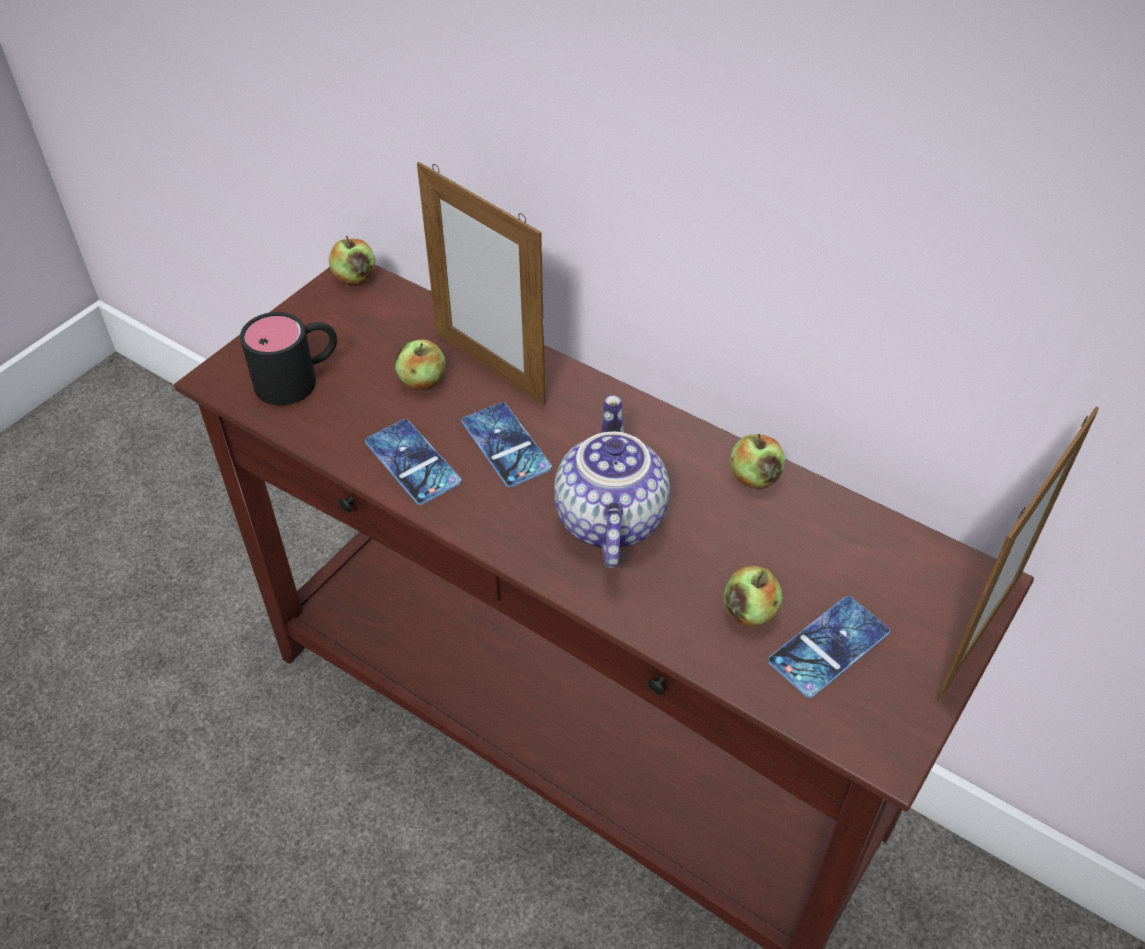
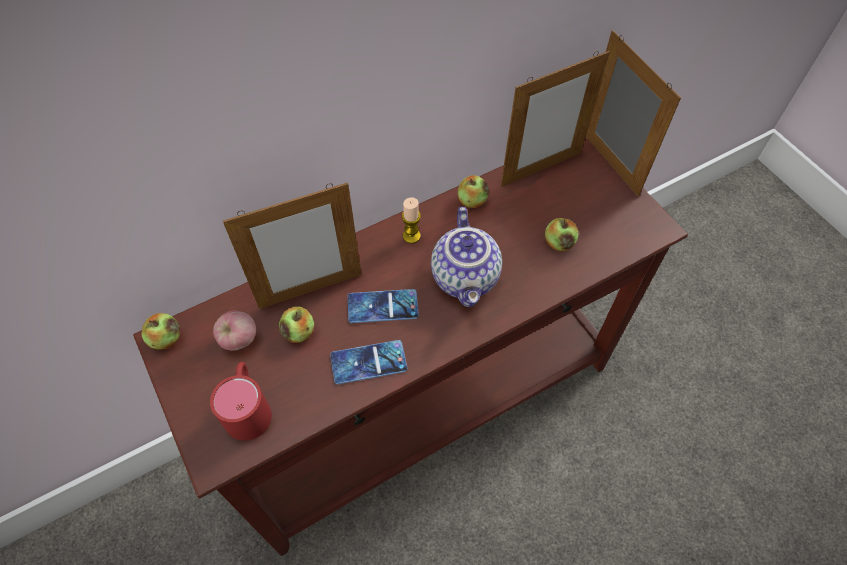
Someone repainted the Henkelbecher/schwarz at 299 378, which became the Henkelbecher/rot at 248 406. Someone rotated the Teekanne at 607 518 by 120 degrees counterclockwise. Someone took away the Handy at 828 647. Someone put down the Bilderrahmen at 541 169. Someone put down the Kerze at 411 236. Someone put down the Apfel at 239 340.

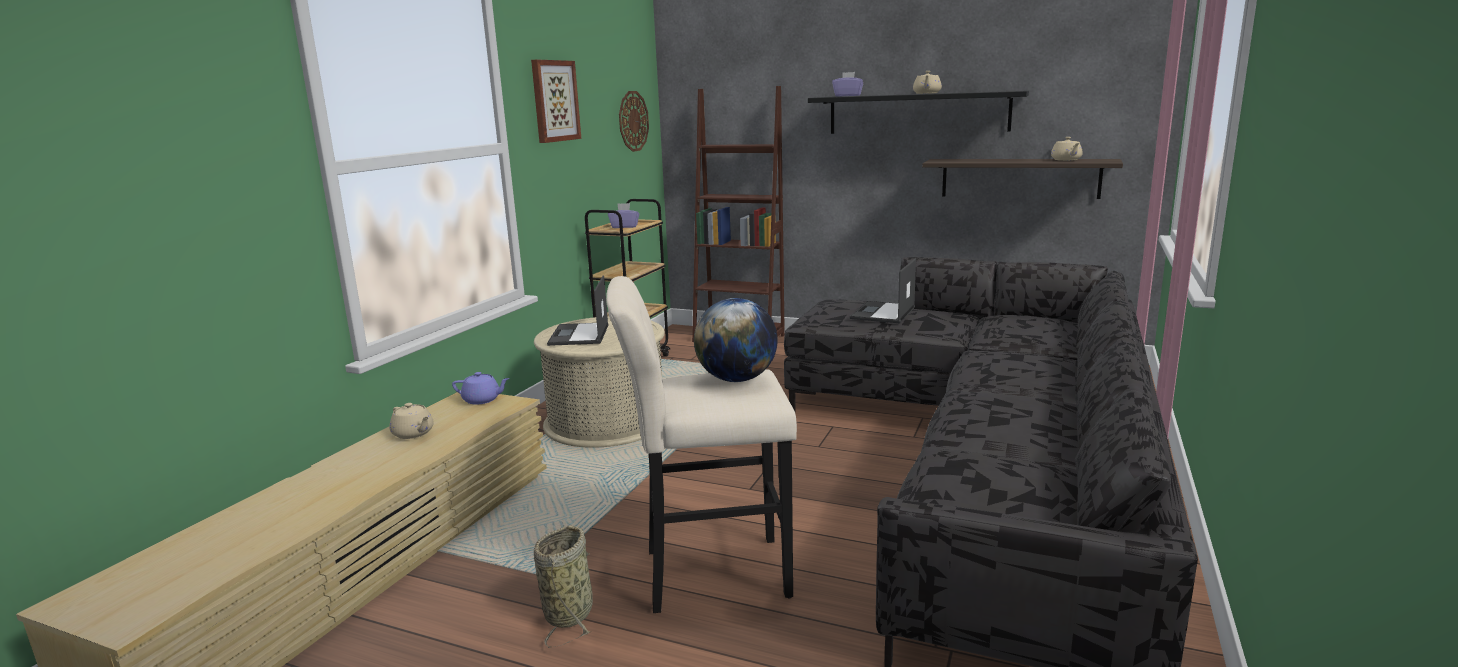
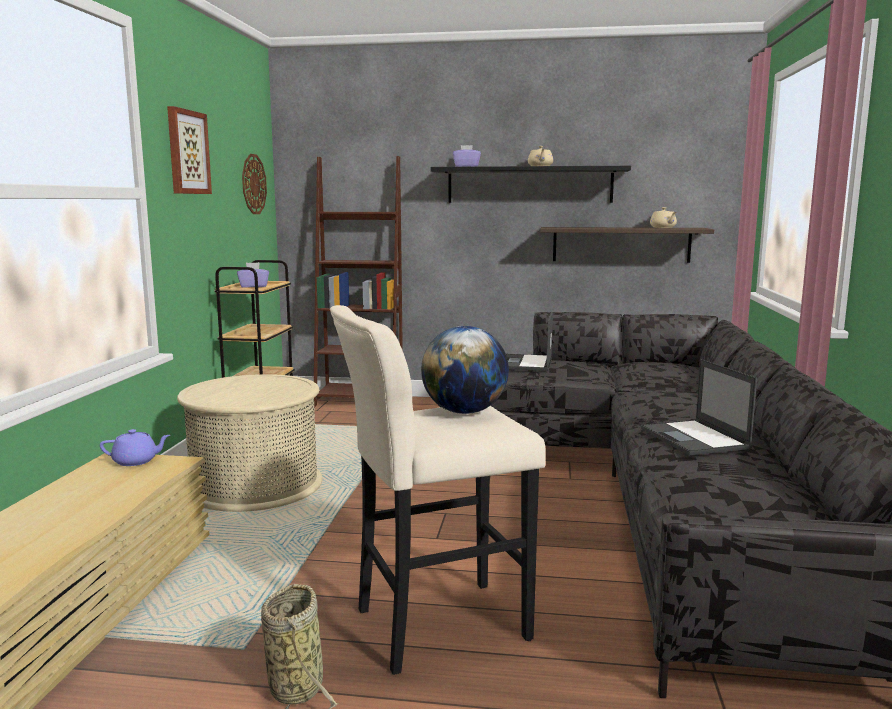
Someone carried the Laptop from 579 335 to 695 438. Someone took away the Teekanne/beige at 413 434.

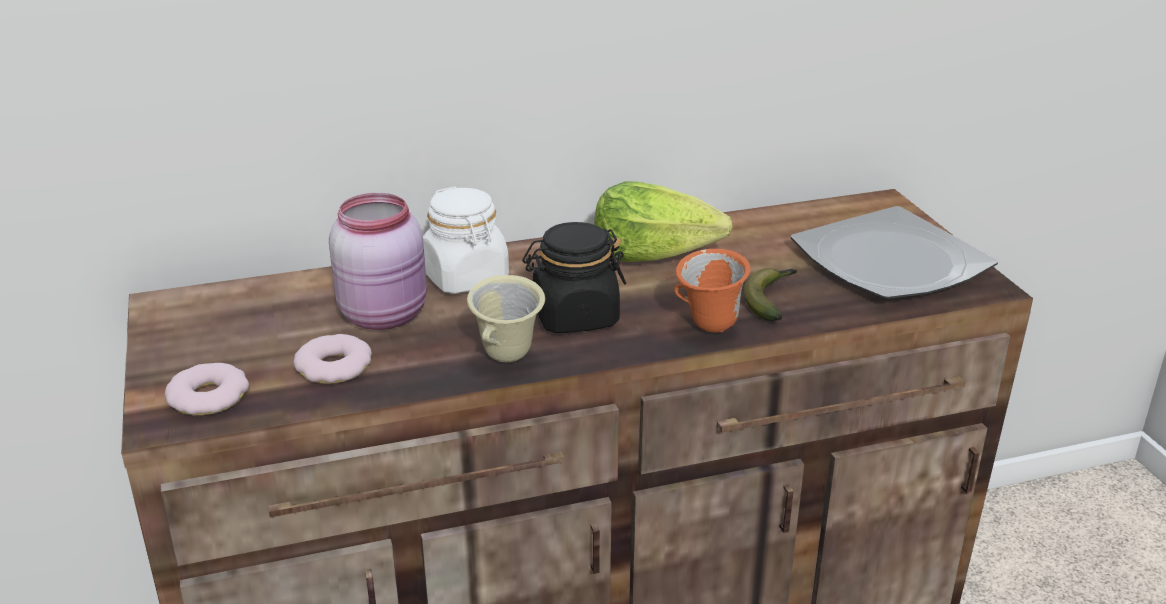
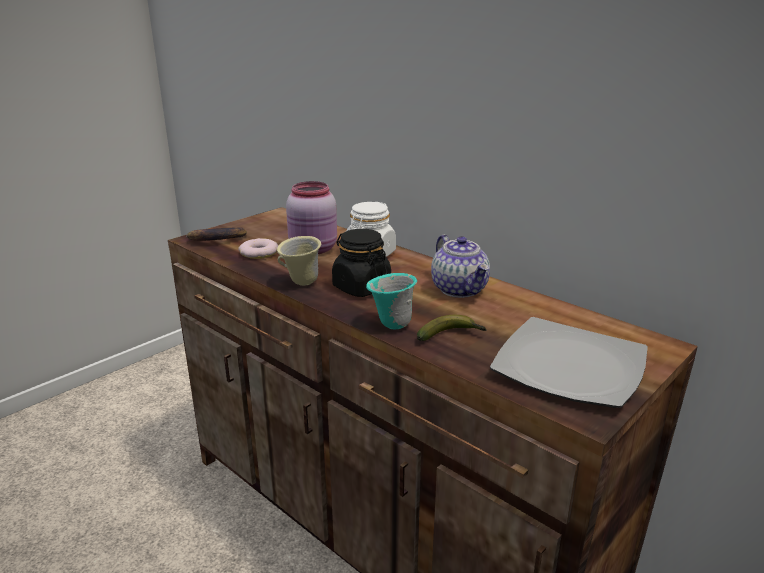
Someone swapped the Salatkopf at 654 254 for the Teekanne at 460 289. Someone repainted the Henkelbecher/orange at 709 328, which became the Henkelbecher/türkis at 391 325. Someone swapped the Donut at 208 397 for the Banane at 216 240.

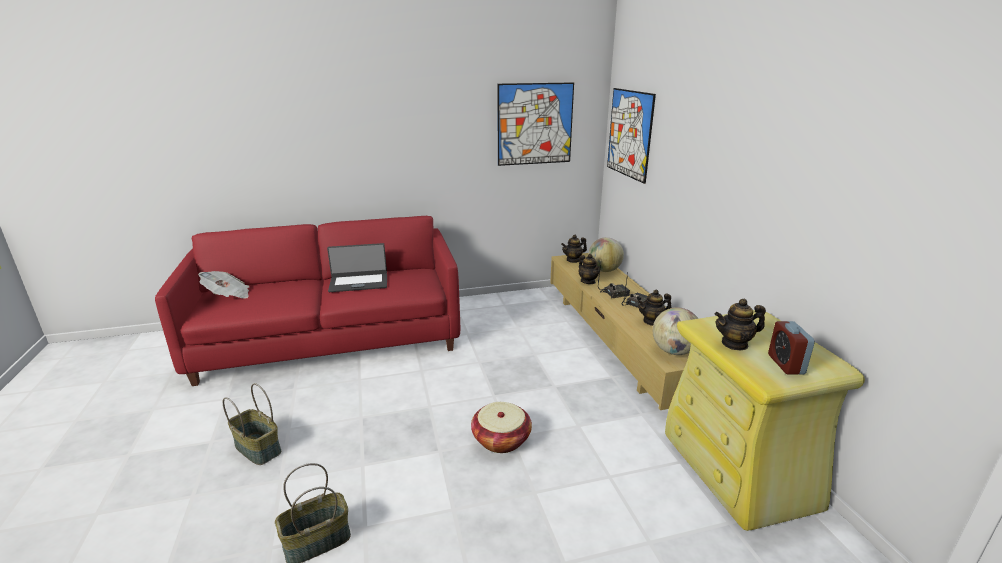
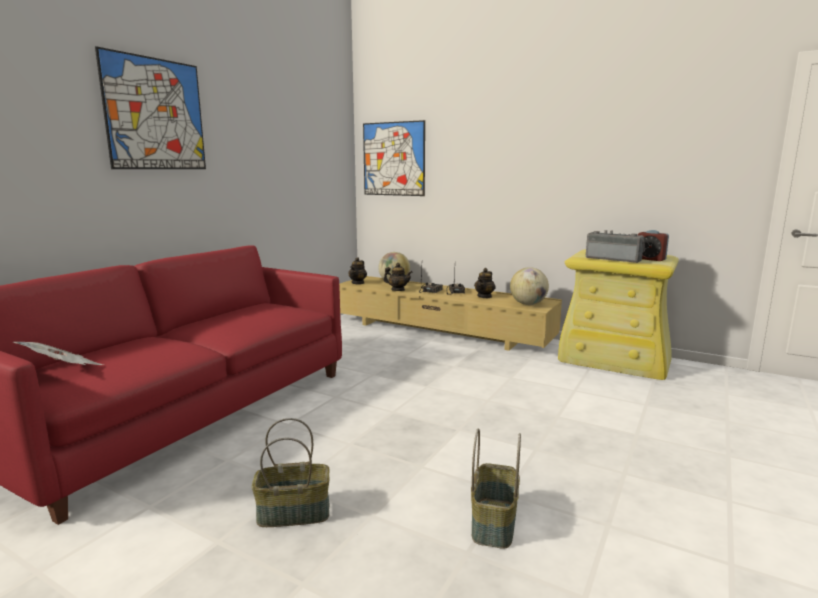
Someone carried the Bild from 535 124 to 155 114. Someone took away the Laptop at 359 283. Someone swapped the Teekanne at 735 344 for the Radio at 614 259. Someone took away the Korb at 501 439.

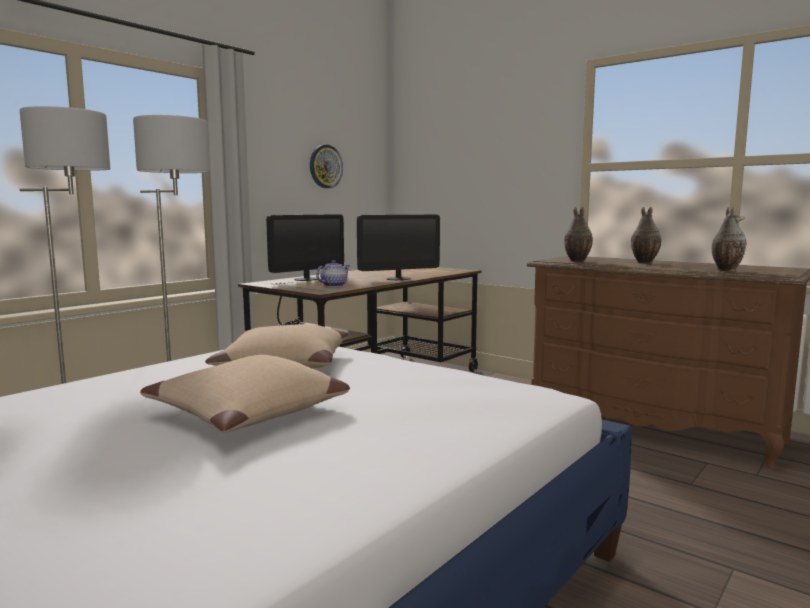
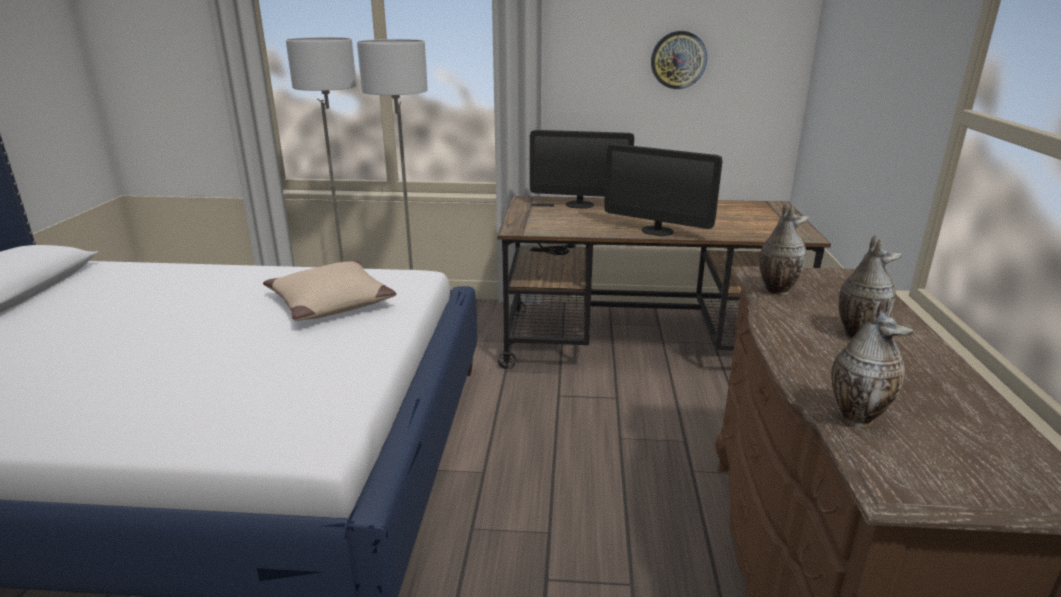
Someone took away the Teekanne at 334 285. Someone took away the Kissen/beige at 250 412.

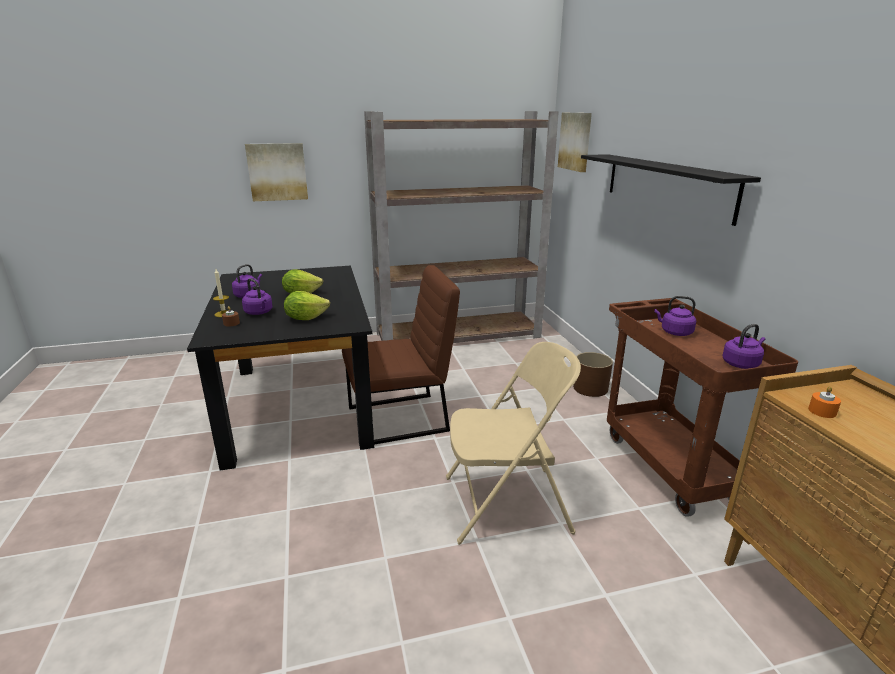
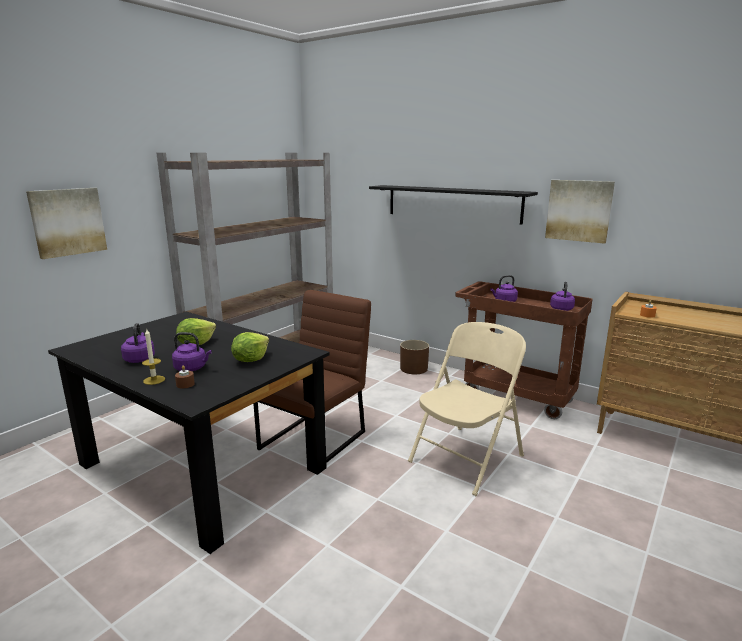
Someone carried the Bild from 575 141 to 579 210.

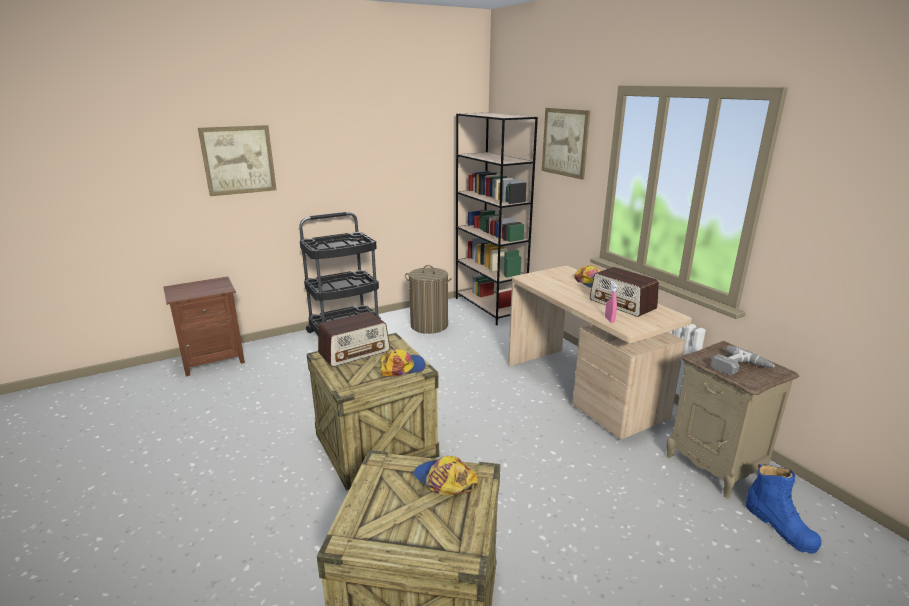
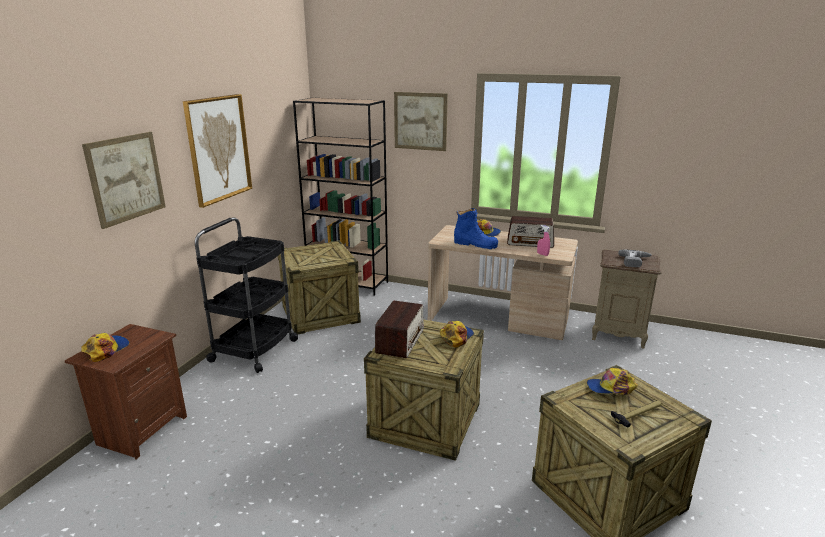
Someone swapped the Wäschekorb at 429 325 for the Kiste at 320 314. Someone carried the Stiefel/blau from 780 526 to 475 244. Someone put up the Bild at 218 149. Someone put down the Kappe at 106 350. Someone put down the Hammer at 637 414.

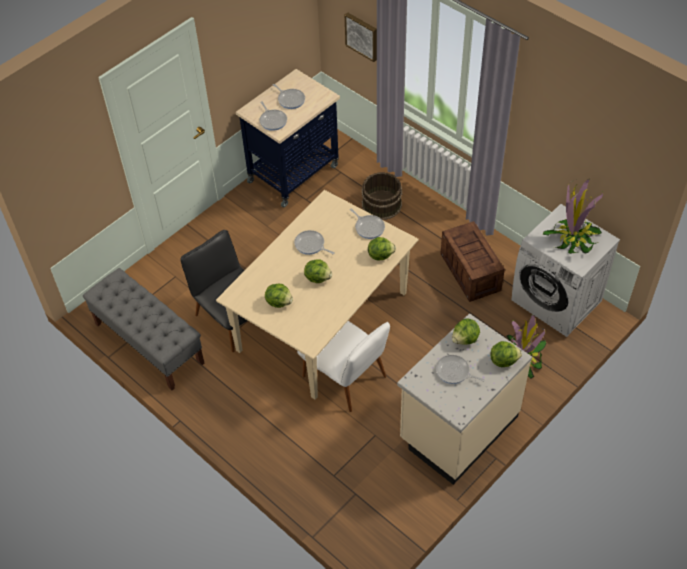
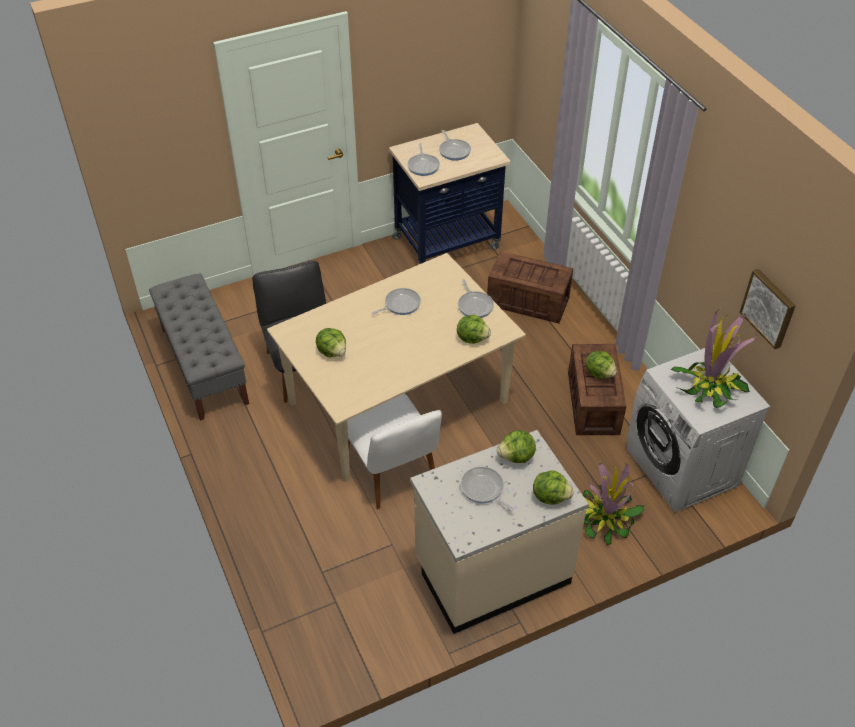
Someone carried the Bild from 362 36 to 769 308. Someone swapped the Eimer/braun at 381 204 for the Kiste at 526 301. Someone rotated the Pfanne at 311 245 by 90 degrees clockwise. Someone carried the Salatkopf from 318 277 to 599 373.

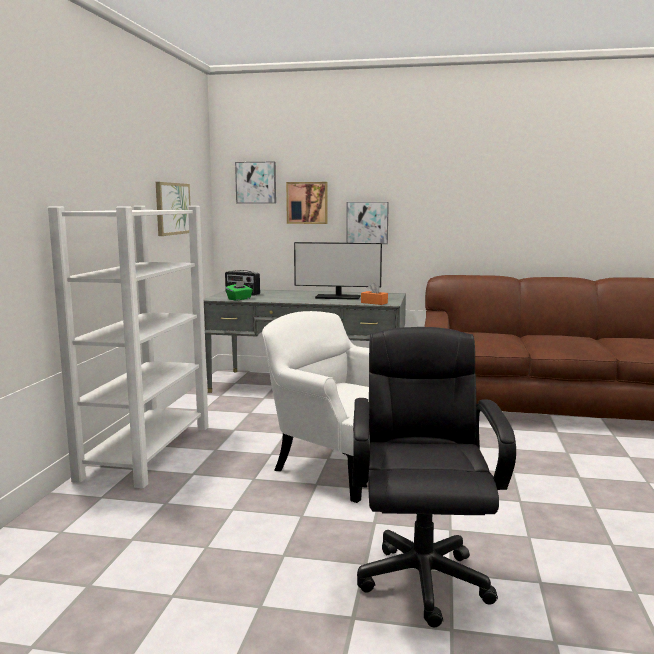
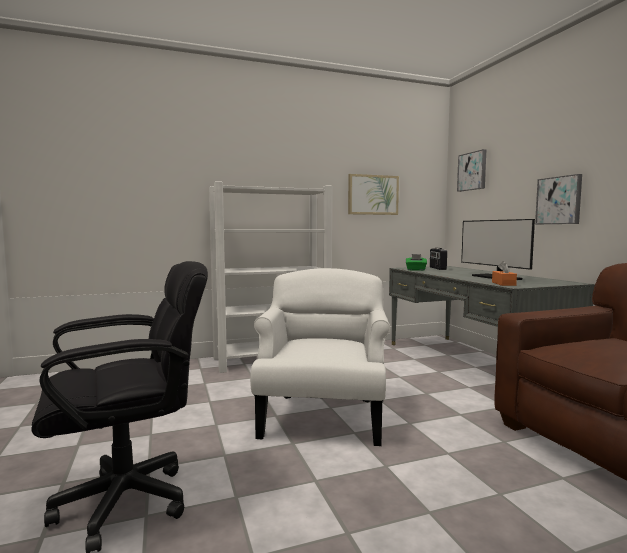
Someone took away the Bild at 307 203.

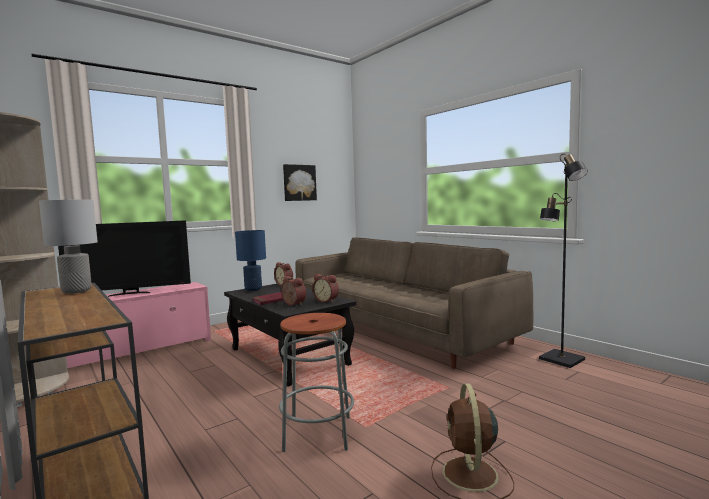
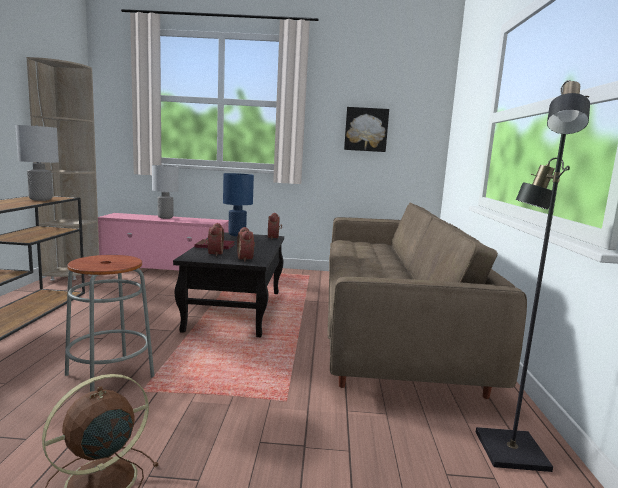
Someone swapped the Fernseher at 130 293 for the Tischlampe/grau at 165 218.

